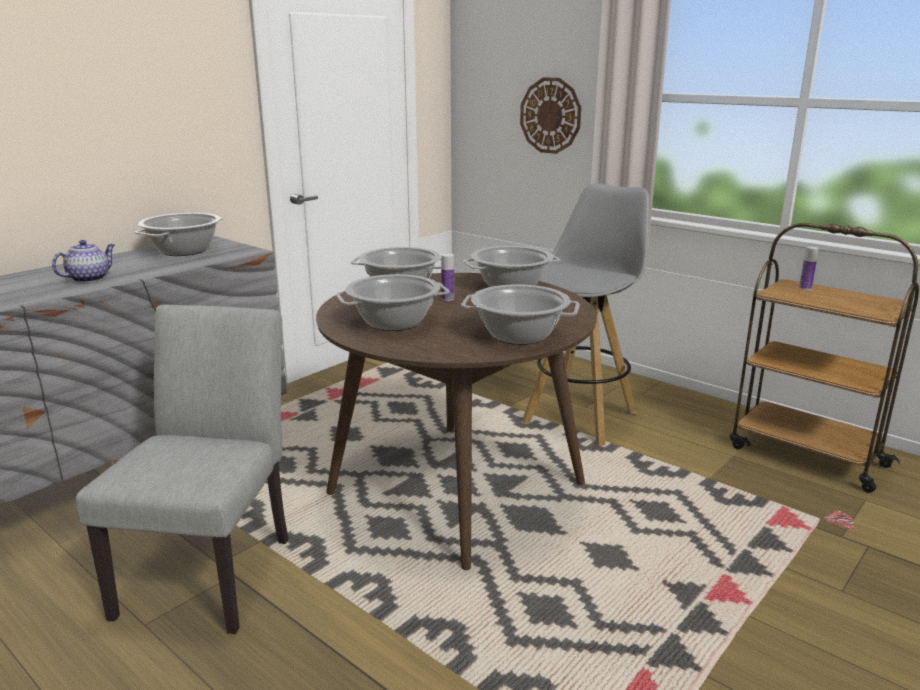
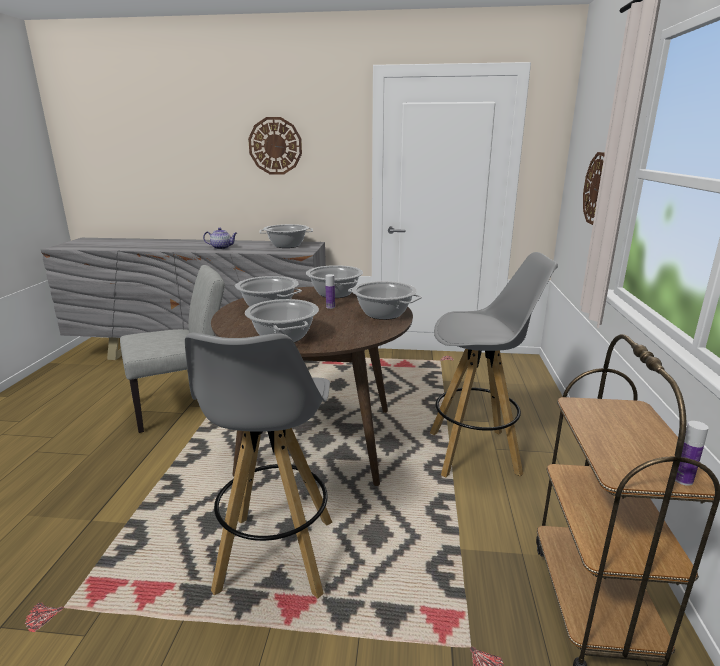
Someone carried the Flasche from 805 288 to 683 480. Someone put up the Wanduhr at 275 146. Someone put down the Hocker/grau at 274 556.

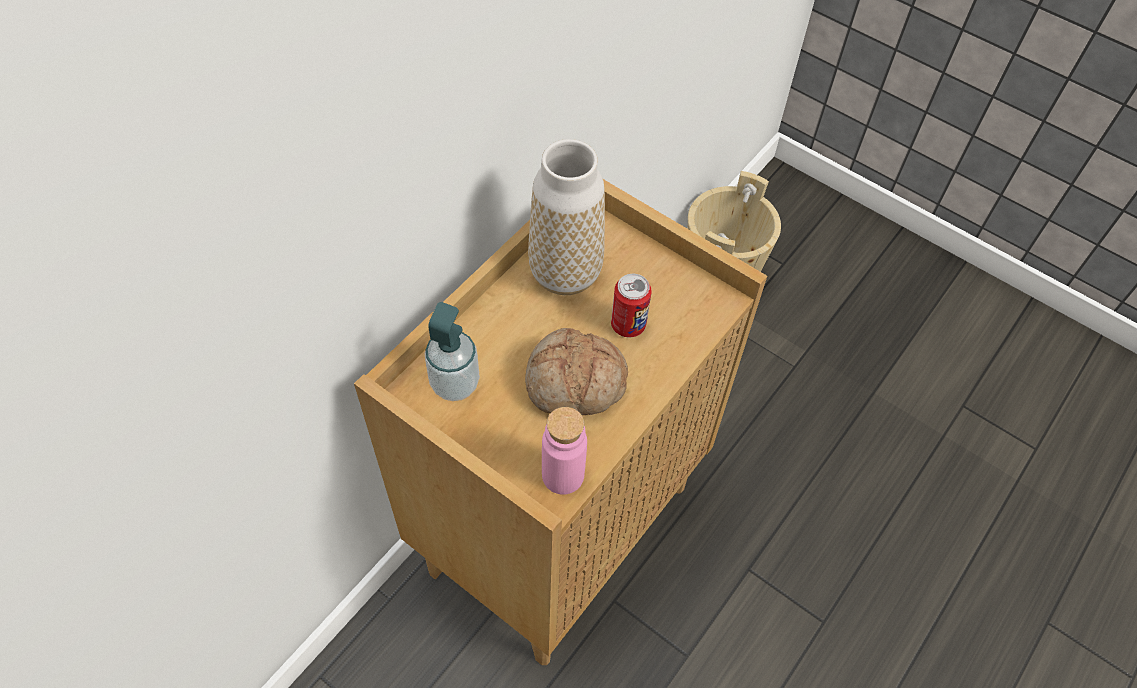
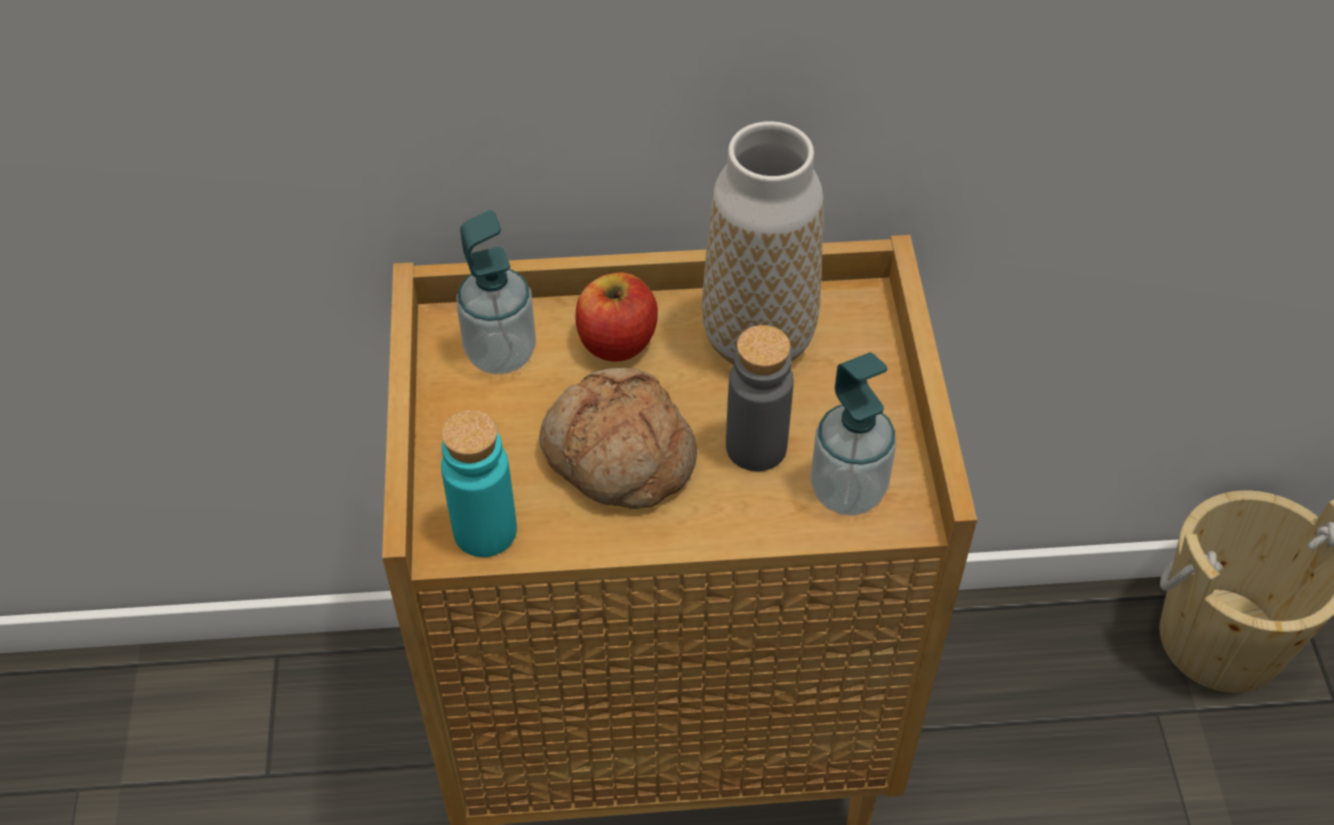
Someone swapped the Dose at 628 325 for the Flasche/grau at 756 447. Someone repainted the Flasche/rosa at 563 475, which became the Flasche/türkis at 485 531. Someone put down the Apfel at 616 341. Someone put down the Seifenspender at 847 491.

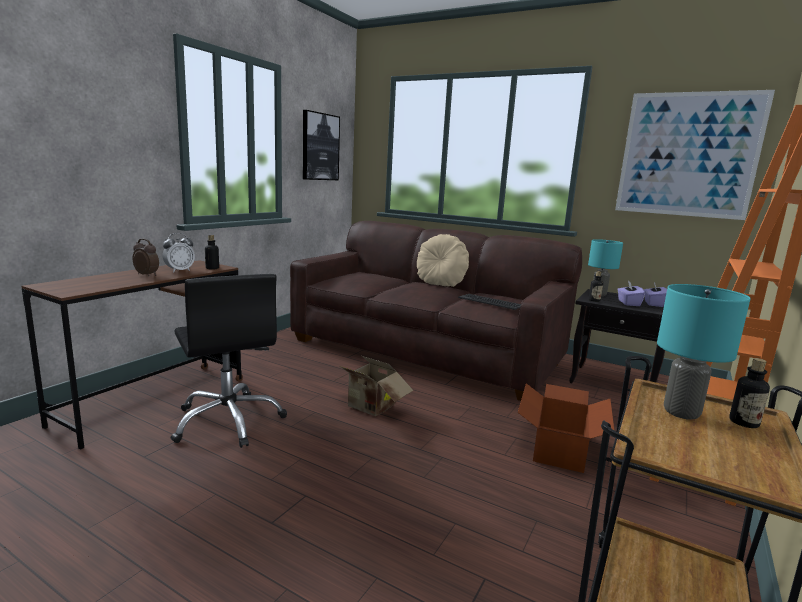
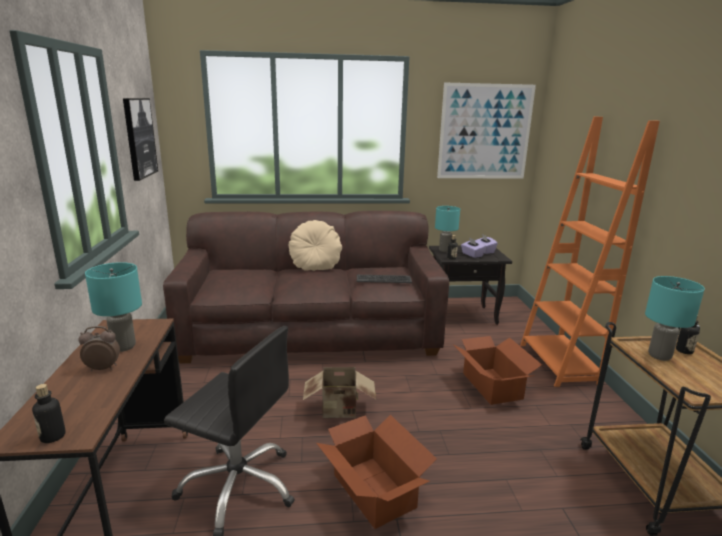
Someone swapped the Wecker at 179 271 for the Tischlampe/türkis at 123 346. Someone carried the Flasche from 212 268 to 53 436. Someone put down the Karton at 373 491.

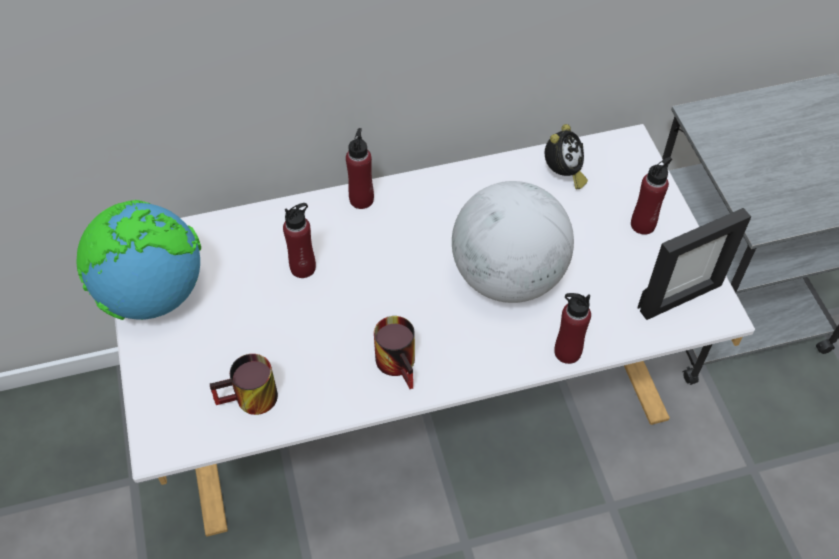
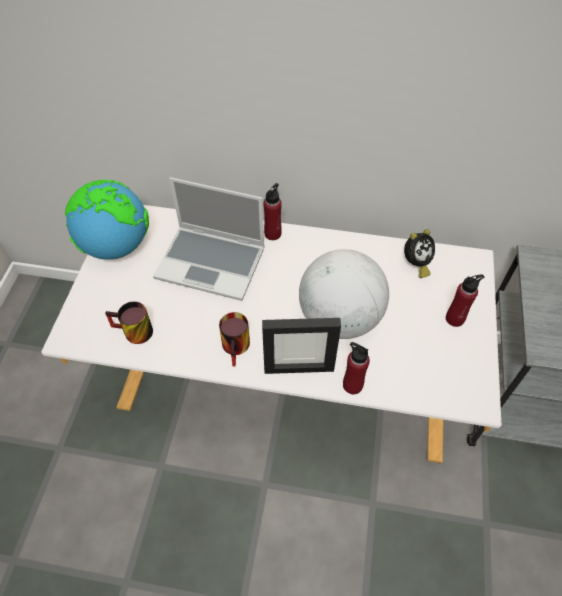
Someone swapped the Flasche/rot at 303 267 for the Laptop at 212 263. Someone carried the Bilderrahmen from 679 296 to 298 367.

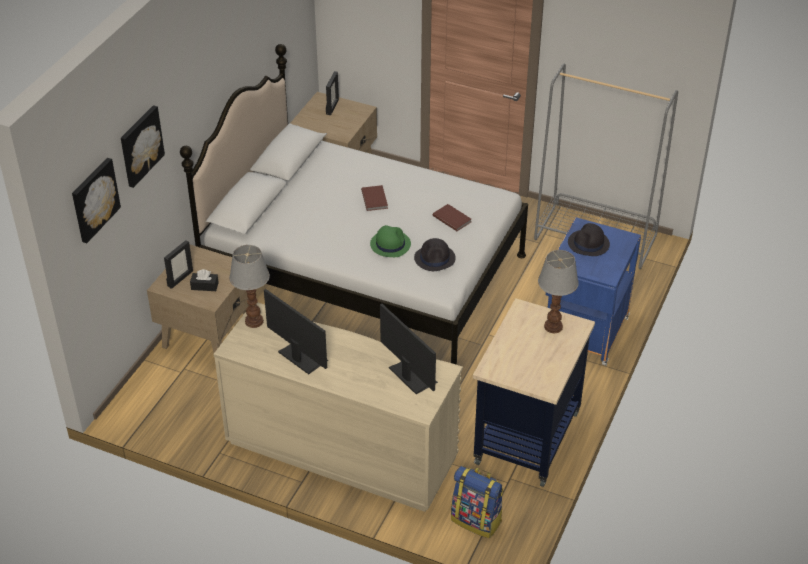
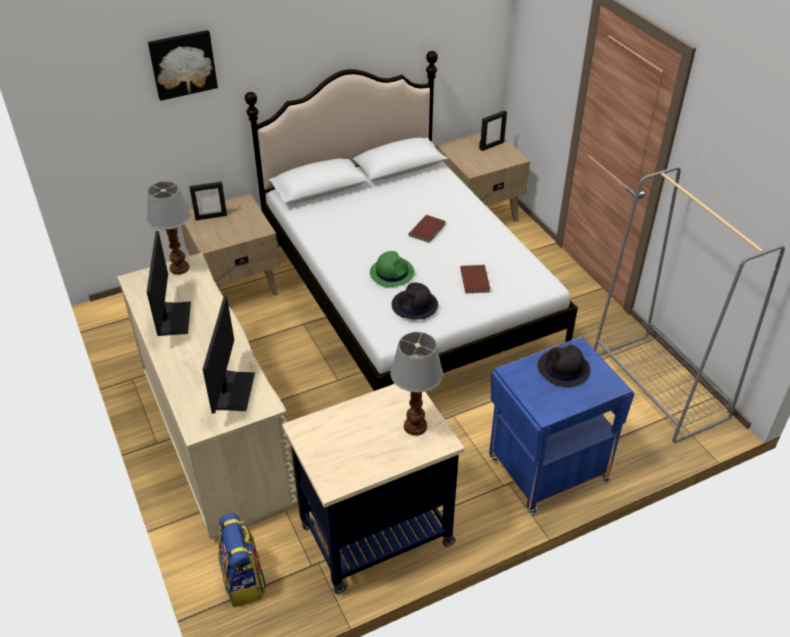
Someone took away the Bild at 94 199. Someone took away the Taschentuchbox/schwarz at 204 286.

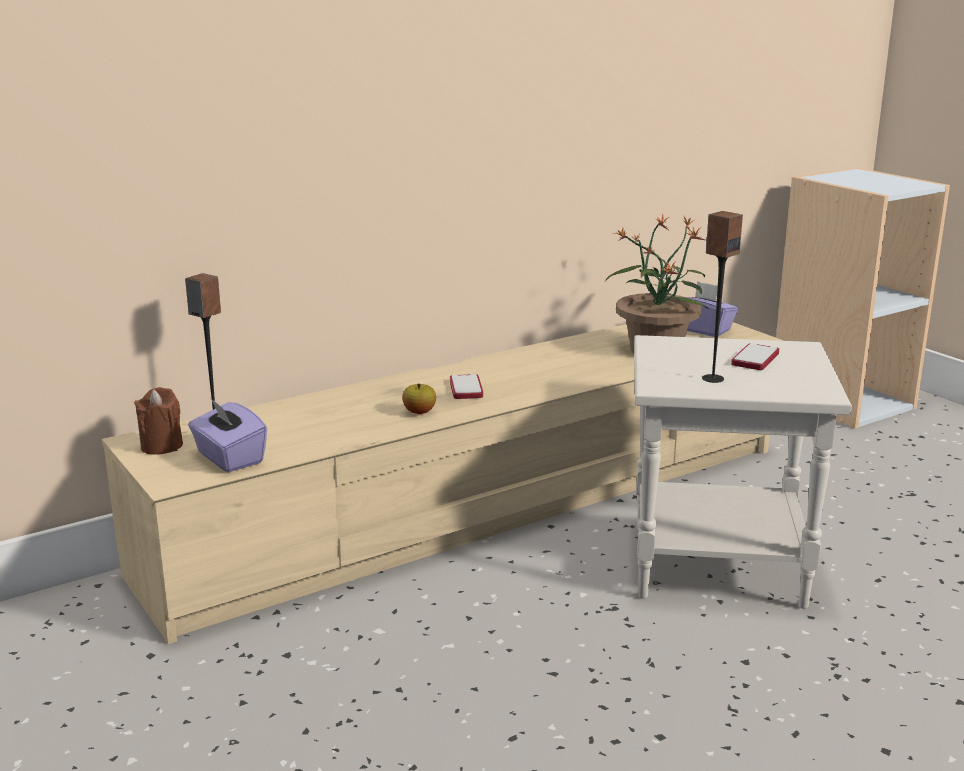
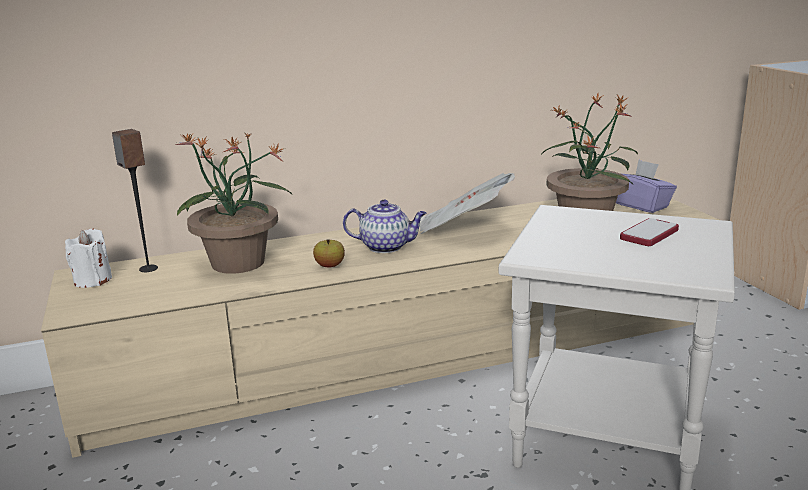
Someone took away the Lautsprecher at 712 378. Someone swapped the Handy at 466 388 for the Teekanne at 386 247. Someone repainted the Kerze/braun at 161 446, which became the Kerze/weiß at 93 280. Someone took away the Taschentuchbox/lila at 229 458. Someone put down the Topfpflanze at 239 264. Someone put down the Zeitung at 461 229.

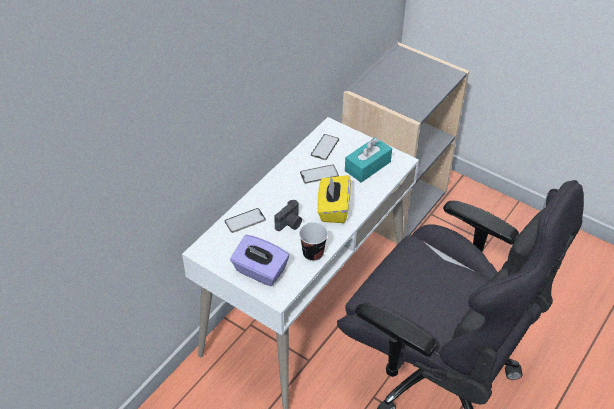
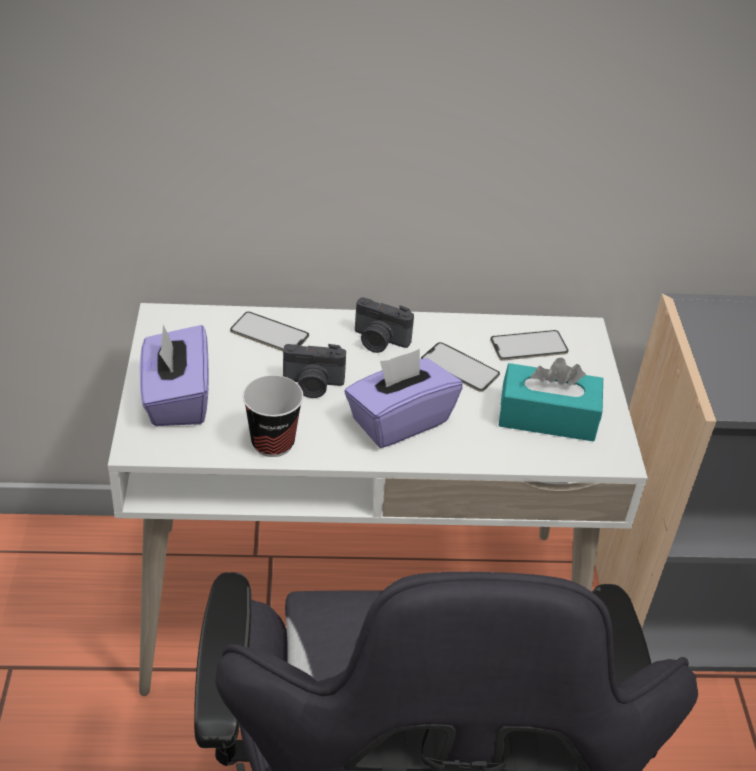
Someone repainted the Taschentuchbox/gelb at 333 209, which became the Taschentuchbox/lila at 399 420. Someone put down the Kamera at 379 341.

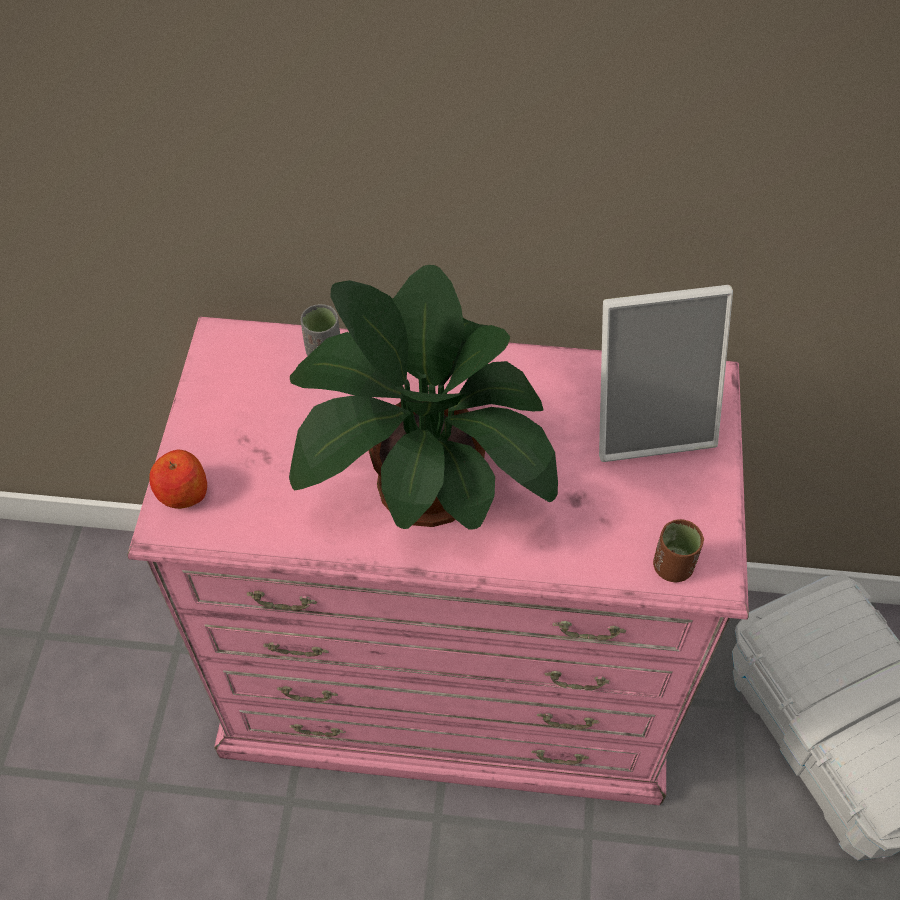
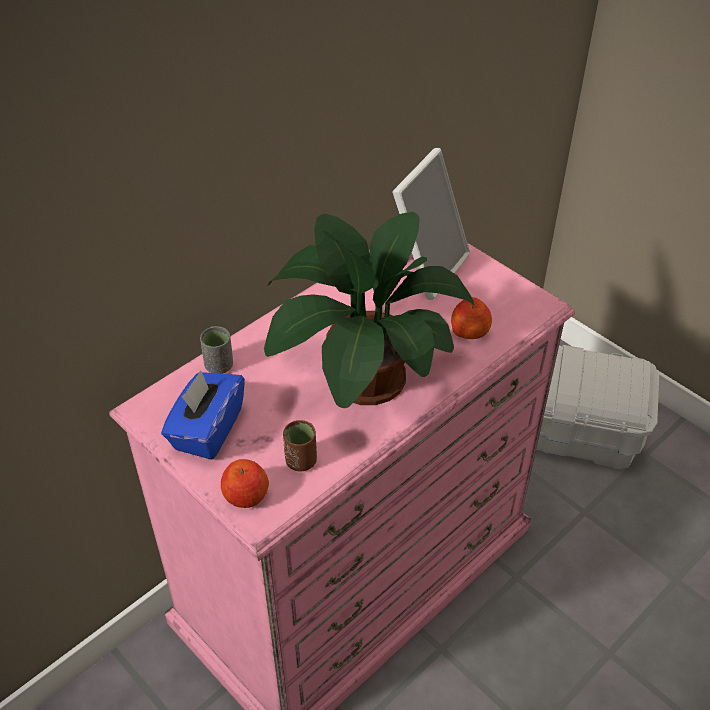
Someone carried the Tasse/braun from 672 566 to 301 461. Someone put down the Apfel at 469 331. Someone put down the Taschentuchbox/blau at 207 430.

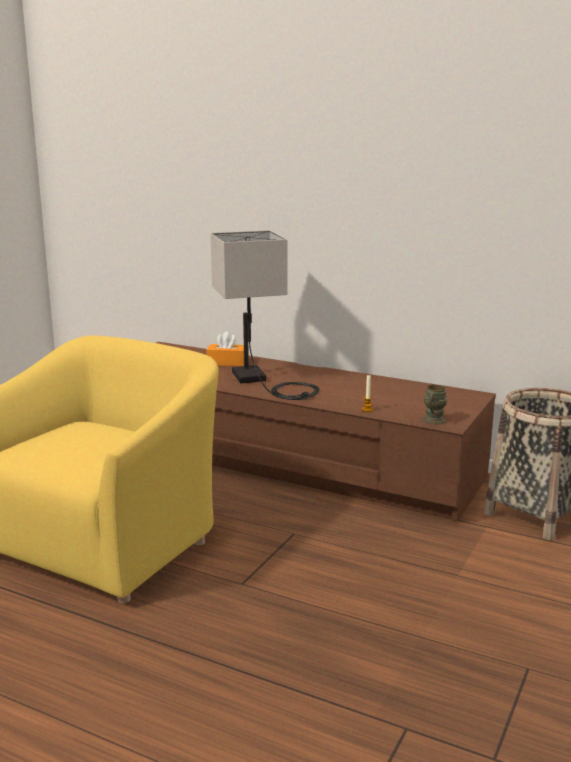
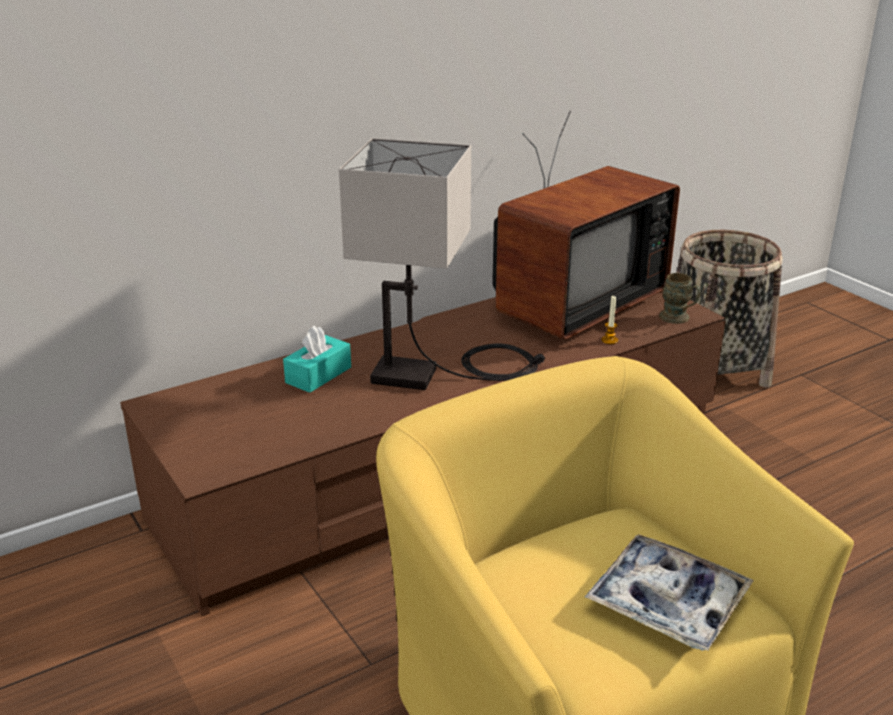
Someone repainted the Taschentuchbox/orange at 227 362, which became the Taschentuchbox/türkis at 318 375. Someone put down the Fernseher at 571 306. Someone put down the Tablett at 667 602.

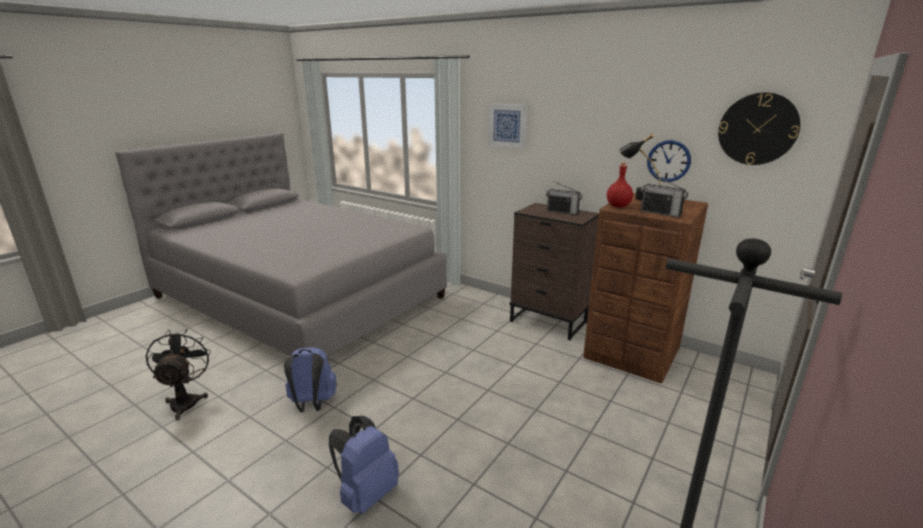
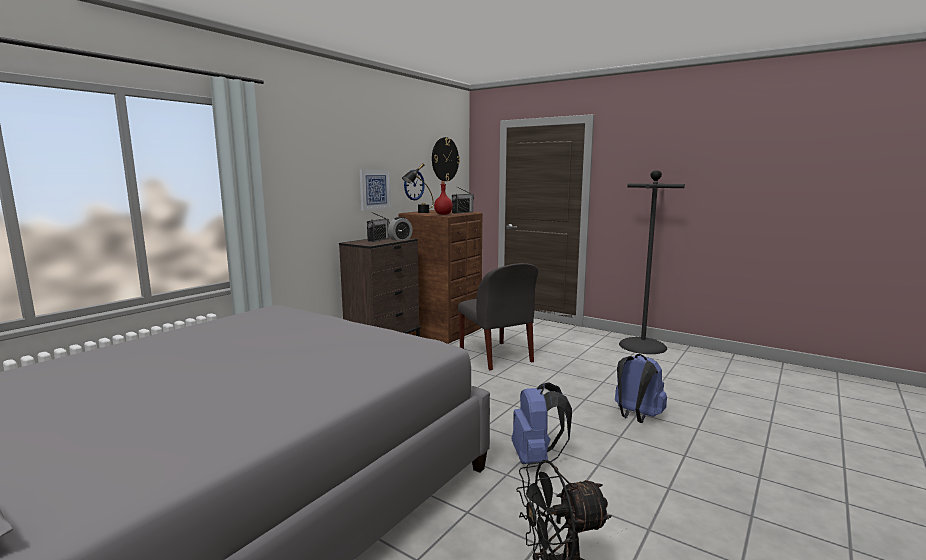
Someone carried the Bild from 507 125 to 374 189. Someone put down the Wecker at 400 239. Someone put down the Stuhl/grau at 496 357.

